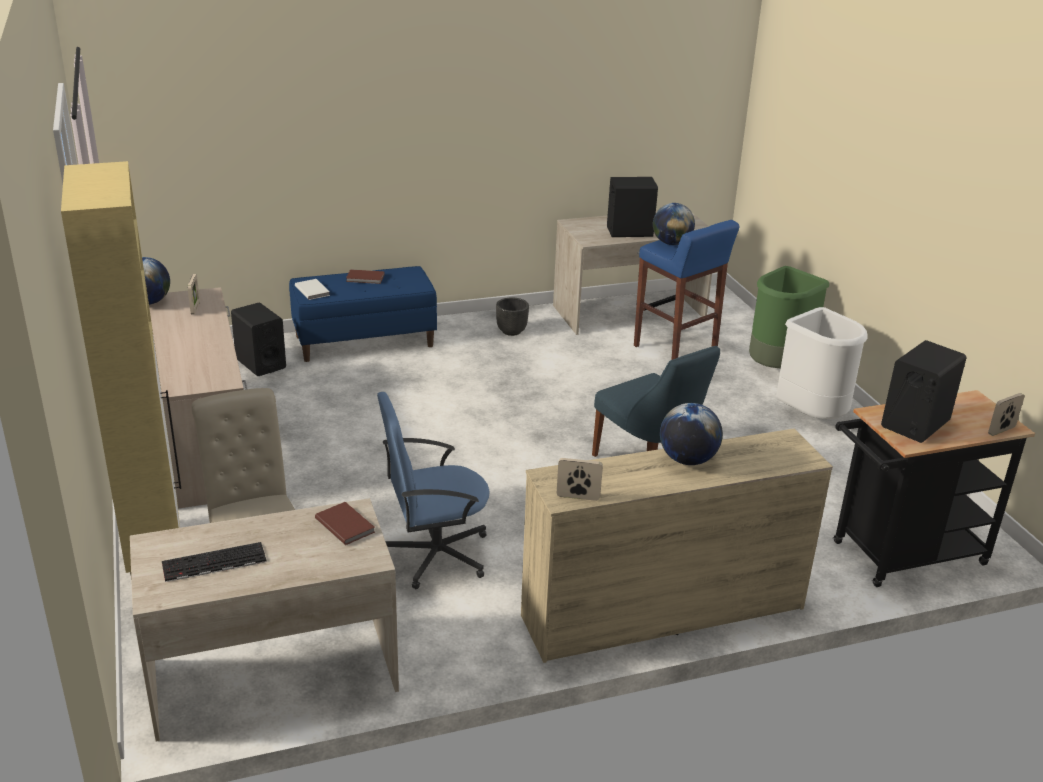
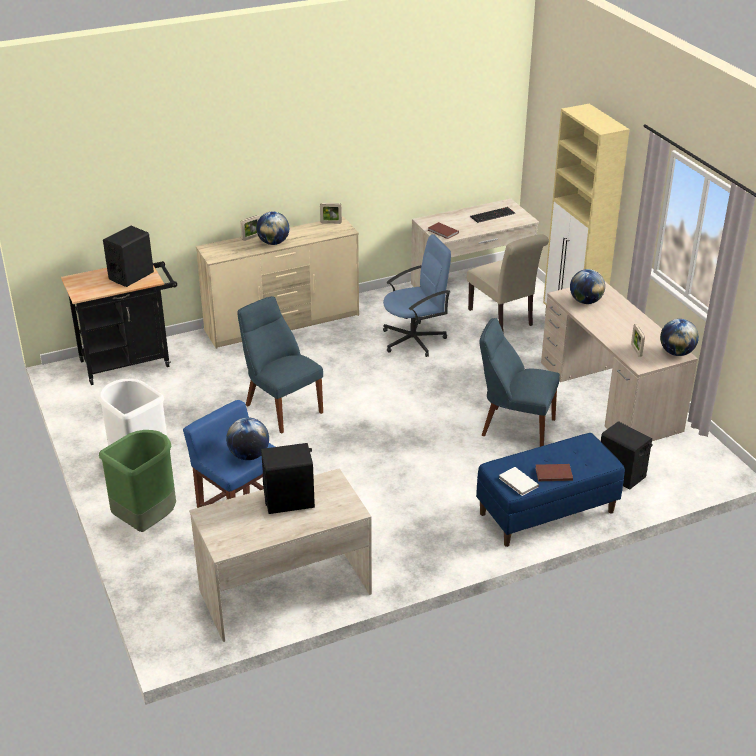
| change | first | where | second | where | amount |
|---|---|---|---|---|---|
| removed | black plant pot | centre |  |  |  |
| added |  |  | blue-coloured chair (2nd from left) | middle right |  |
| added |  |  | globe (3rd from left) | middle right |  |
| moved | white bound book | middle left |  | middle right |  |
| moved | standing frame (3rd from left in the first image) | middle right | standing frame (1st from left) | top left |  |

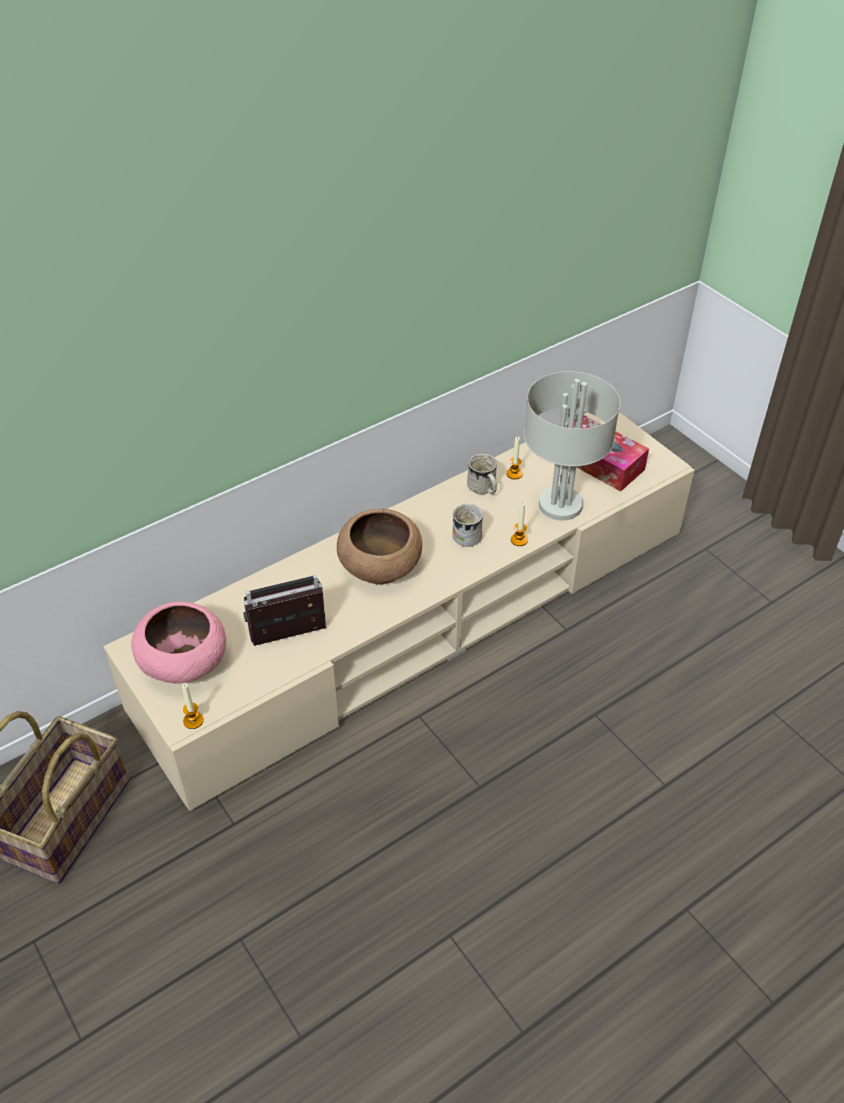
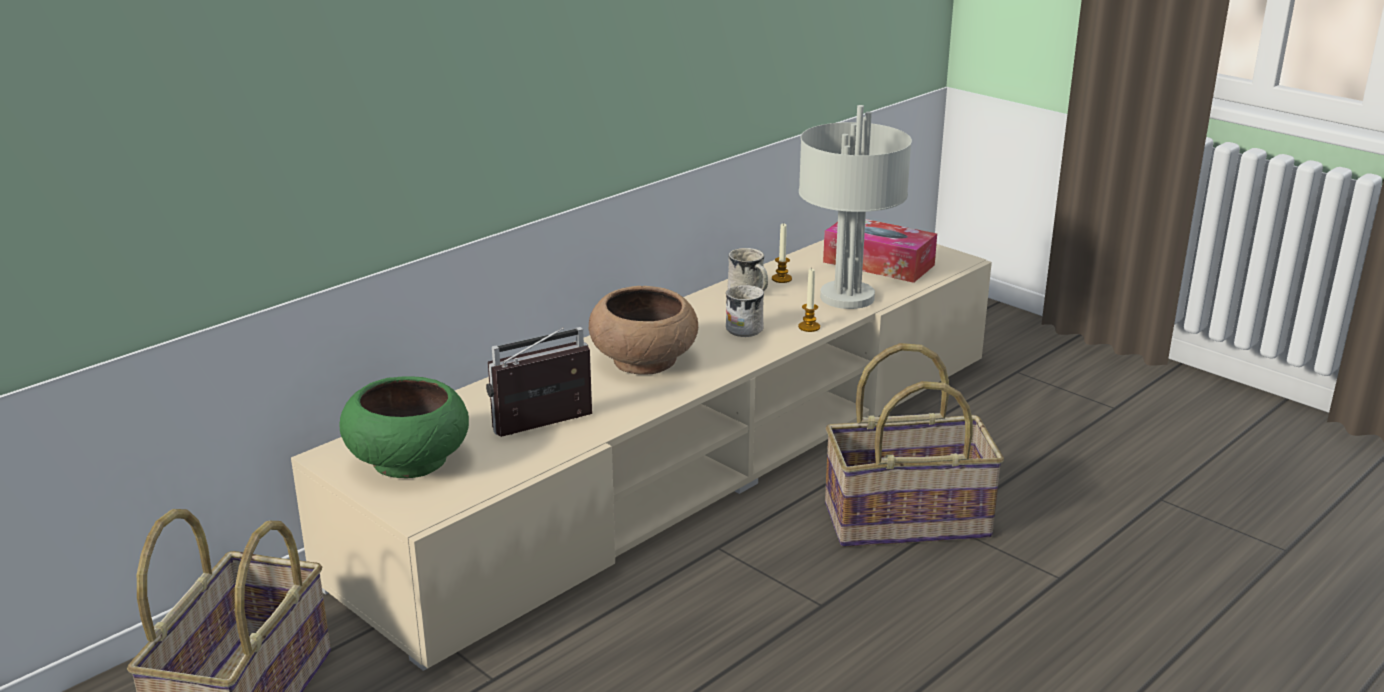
| change | first | where | second | where | amount |
|---|---|---|---|---|---|
| removed | candle (1st from left) | middle left |  |  |  |
| added |  |  | household basket (2nd from left) | centre |  |
| recoloured | pinkish serving bowl | middle left | greenish serving bowl | middle left |  |

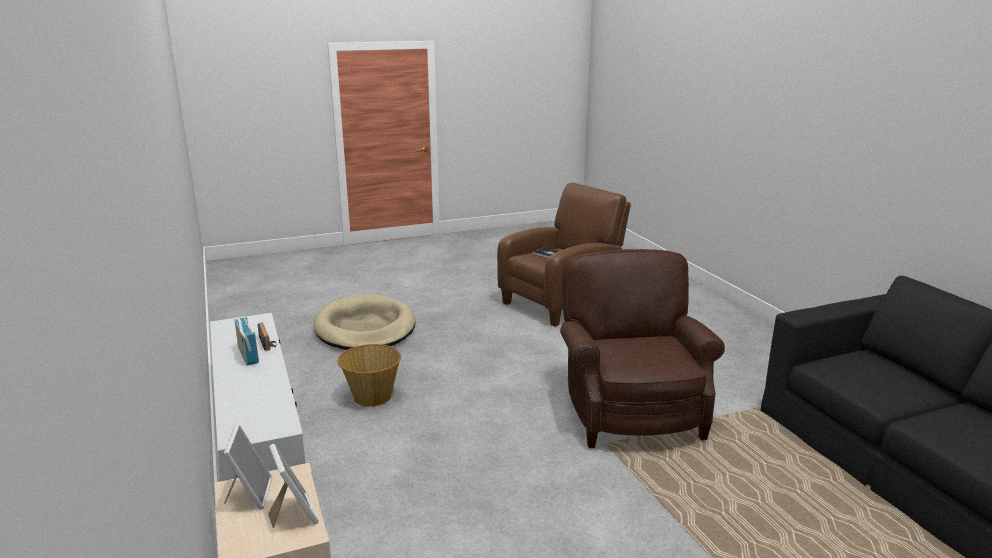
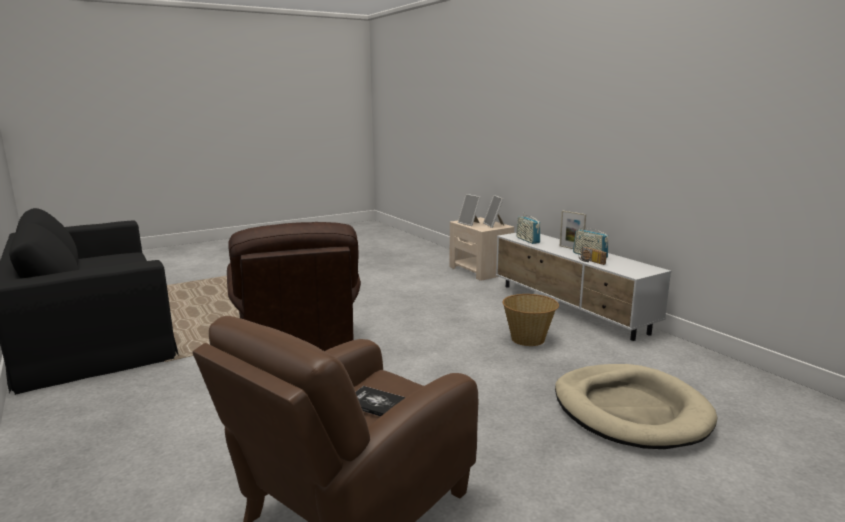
| change | first | where | second | where | amount |
|---|---|---|---|---|---|
| added |  |  | radio receiver (1st from left) | centre |  |
| added |  |  | standing frame (3rd from left) | middle right |  |

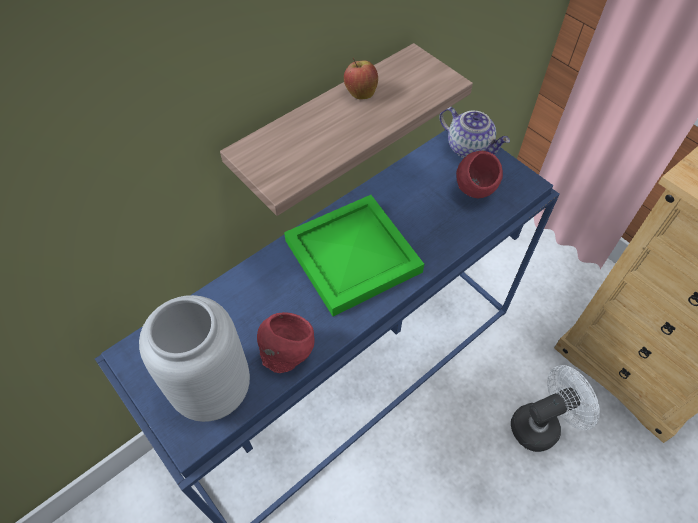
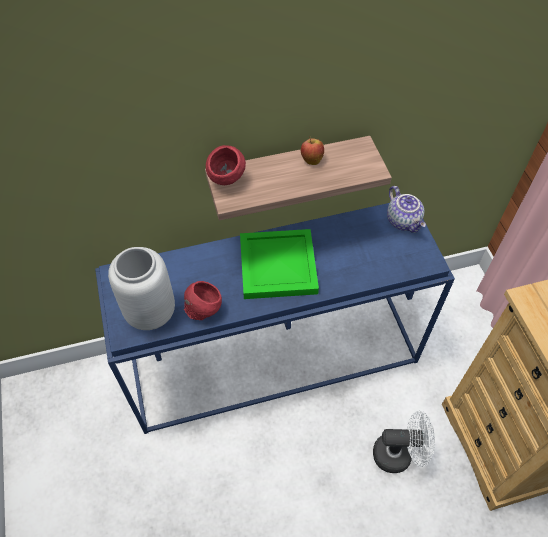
| change | first | where | second | where | amount |
|---|---|---|---|---|---|
| moved | red serving bowl (2nd from left) | top right |  | top centre |  |

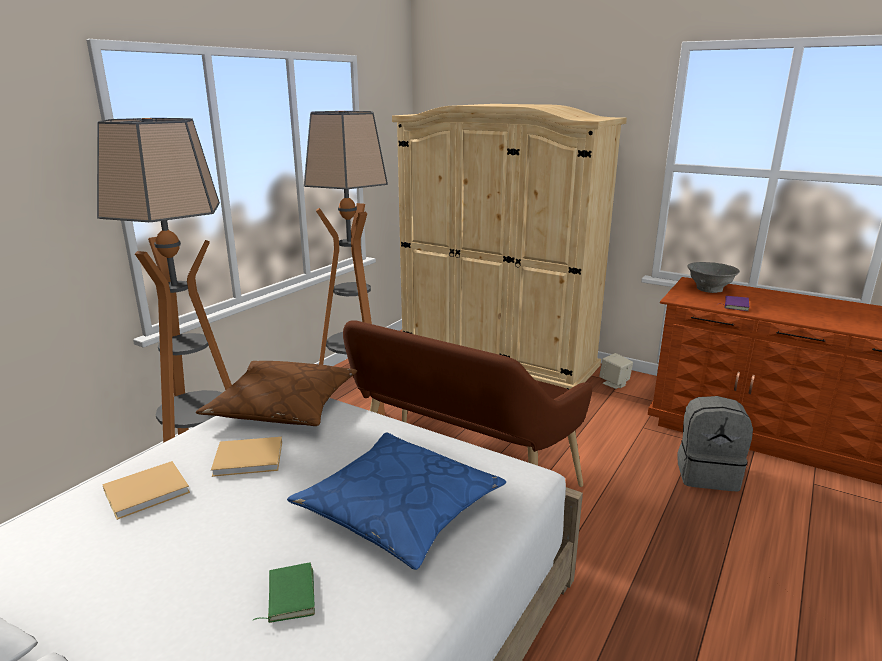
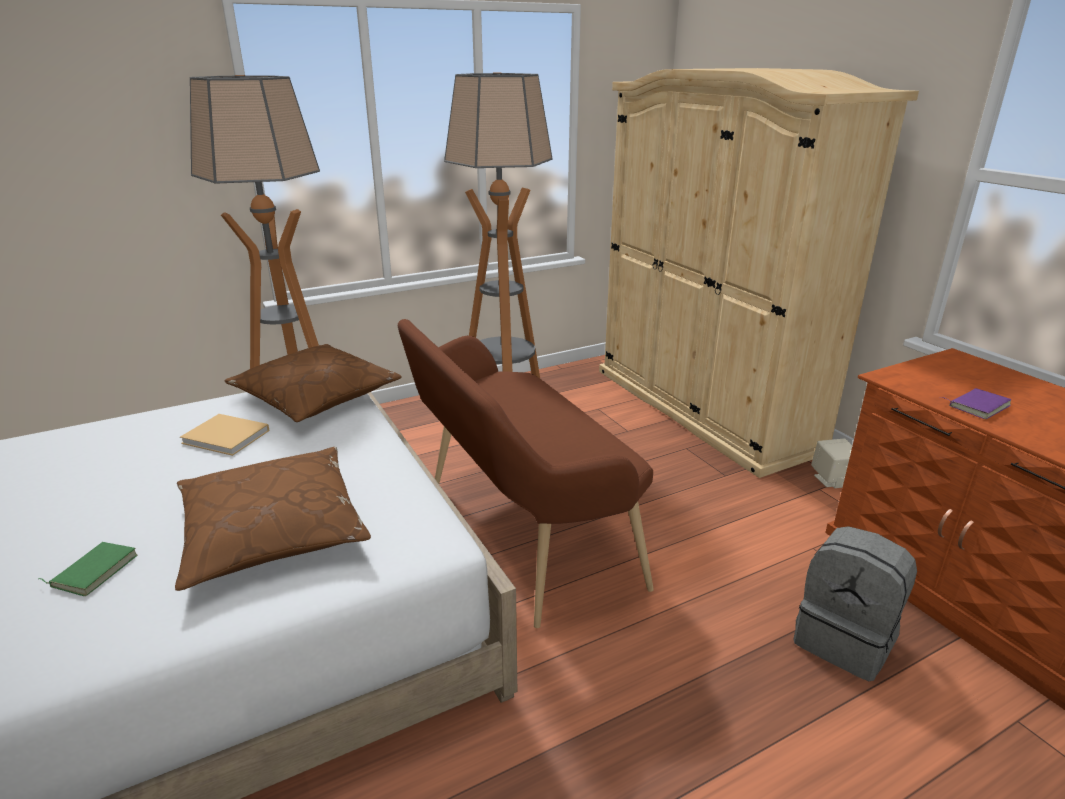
| change | first | where | second | where | amount |
|---|---|---|---|---|---|
| removed | beige bound book (1st from left) | bottom left |  |  |  |
| removed | grey serving bowl | middle right |  |  |  |
| recoloured | blue-coloured cushion | bottom centre | brown cushion (1st from left) | middle left |  |

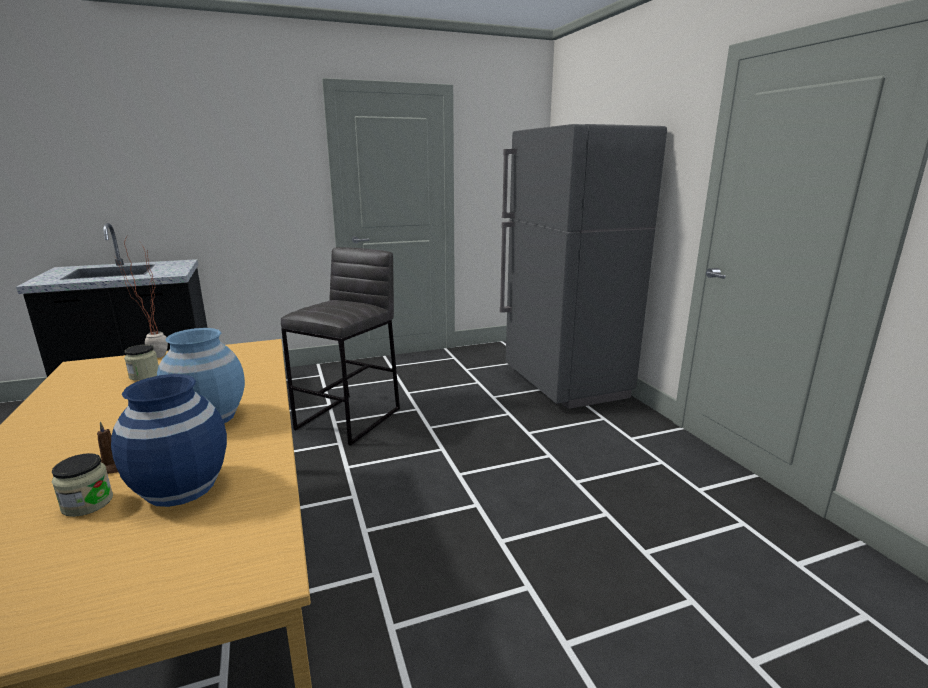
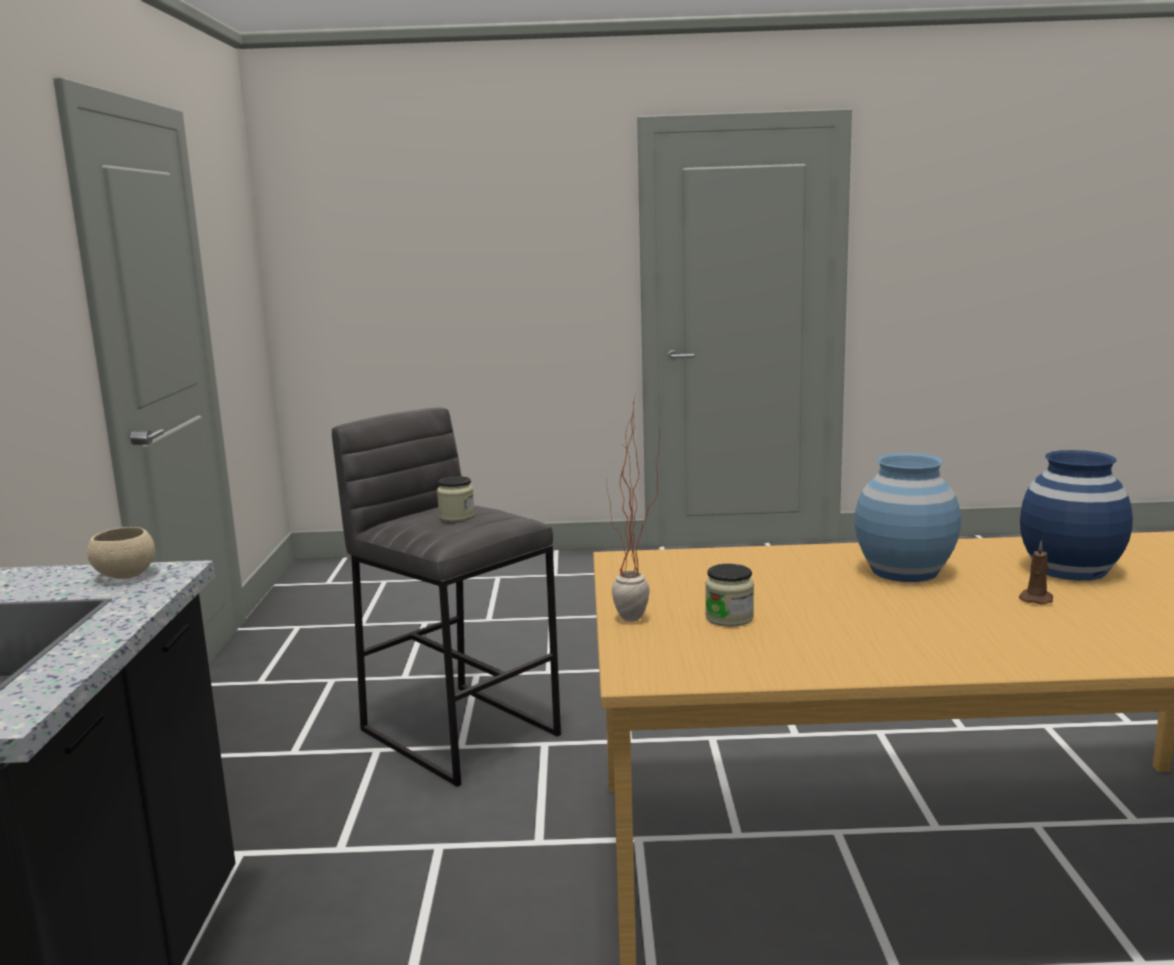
| change | first | where | second | where | amount |
|---|---|---|---|---|---|
| removed | grey fridge | centre |  |  |  |
| added |  |  | beige serving bowl | middle left |  |
| moved | preserve jar (1st from left) | bottom left |  | centre |  |

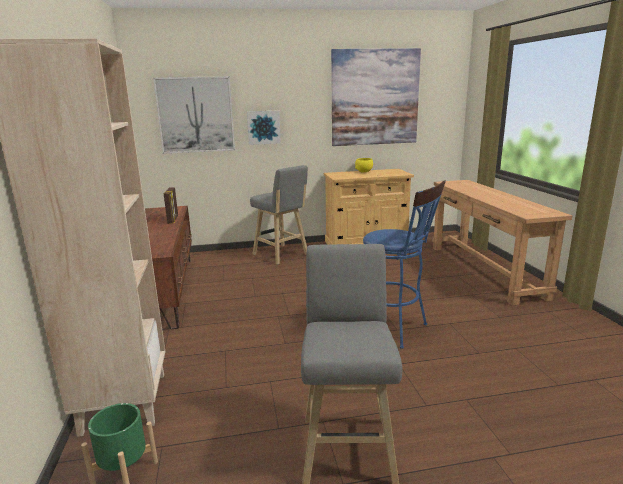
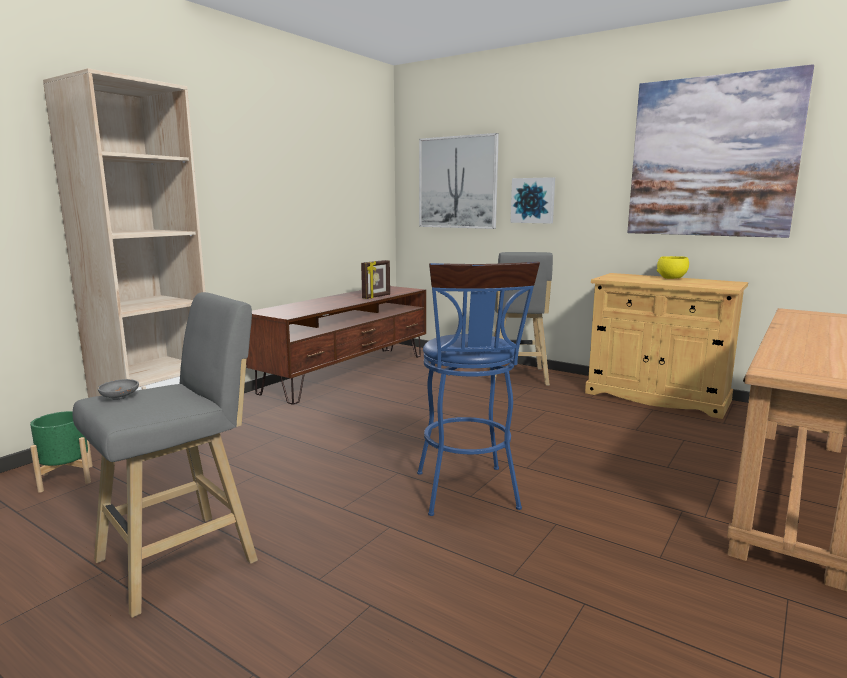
| change | first | where | second | where | amount |
|---|---|---|---|---|---|
| added |  |  | grey serving bowl | middle left |  |

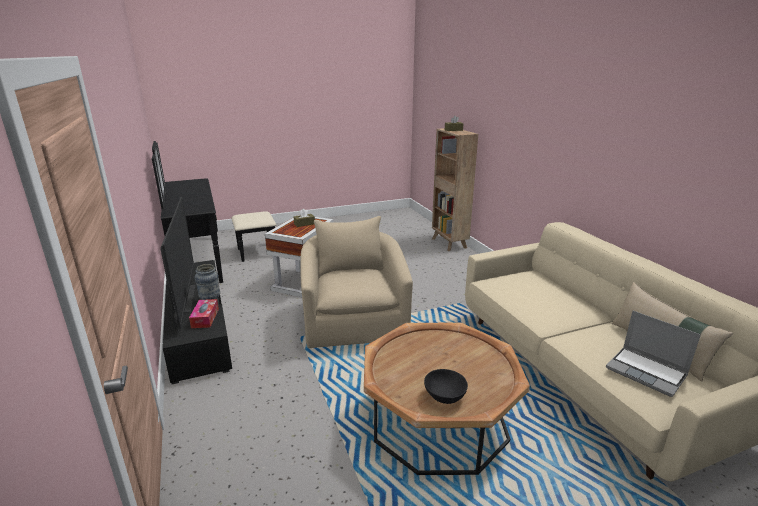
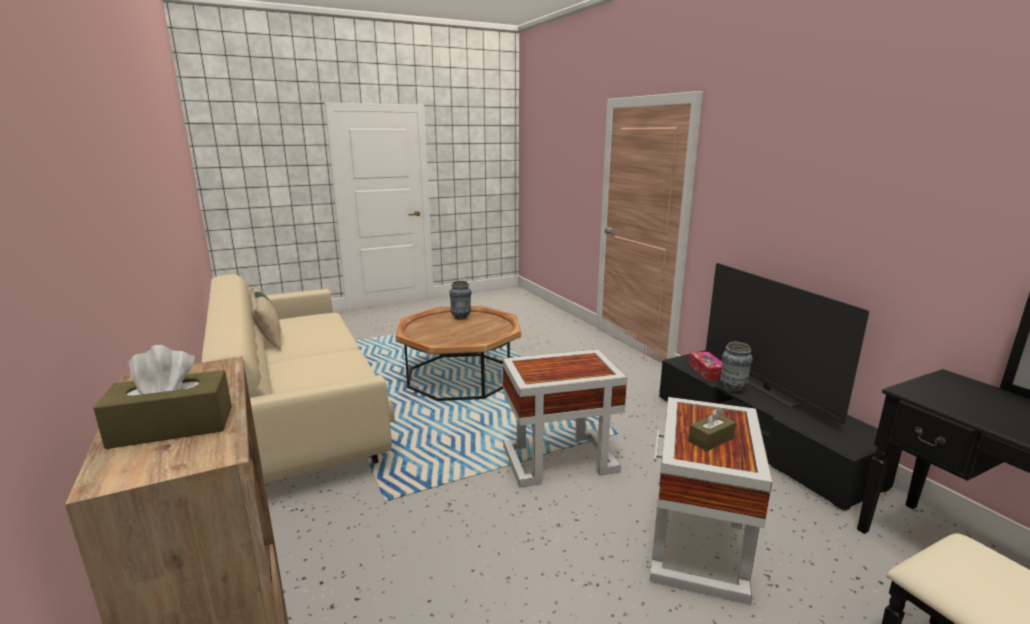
| change | first | where | second | where | amount |
|---|---|---|---|---|---|
| removed | portable computer | bottom right |  |  |  |
| replaced | beige lounge chair | centre | white end table (1st from left) | bottom centre |  |
| replaced | black serving bowl | bottom centre | decorative vase (1st from left) | centre |  |

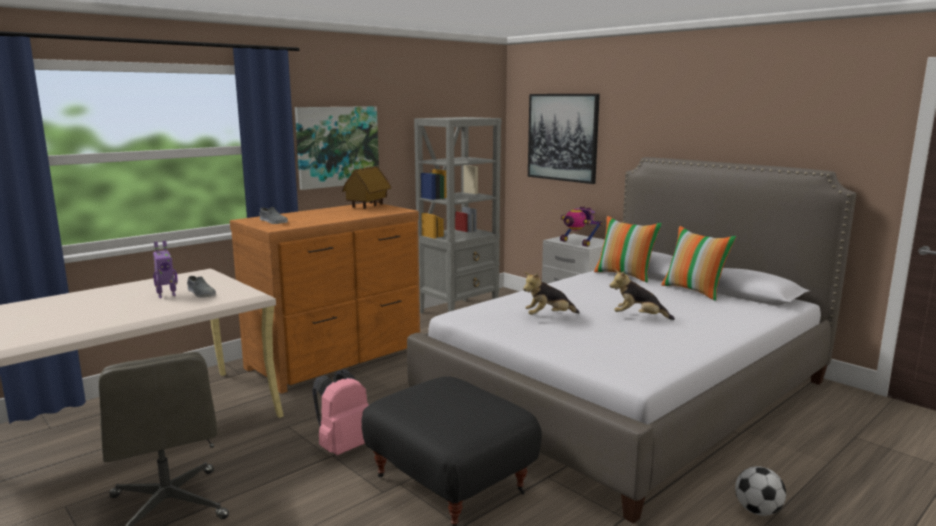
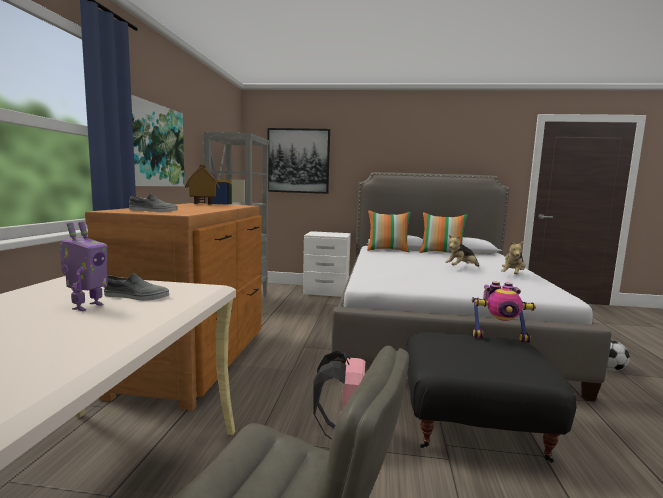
| change | first | where | second | where | amount |
|---|---|---|---|---|---|
| moved | cuddly toy (1st from left in the first image) | centre | cuddly toy (2nd from left) | middle right |  |
| moved | robot figure (2nd from left) | centre |  | middle right |  |

